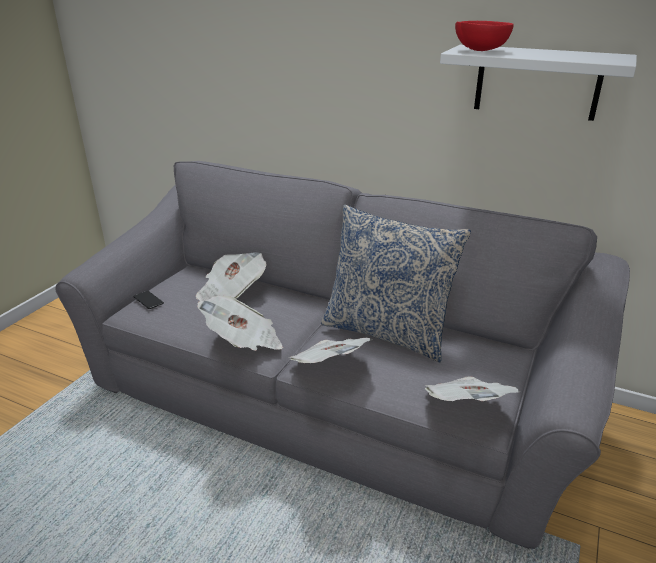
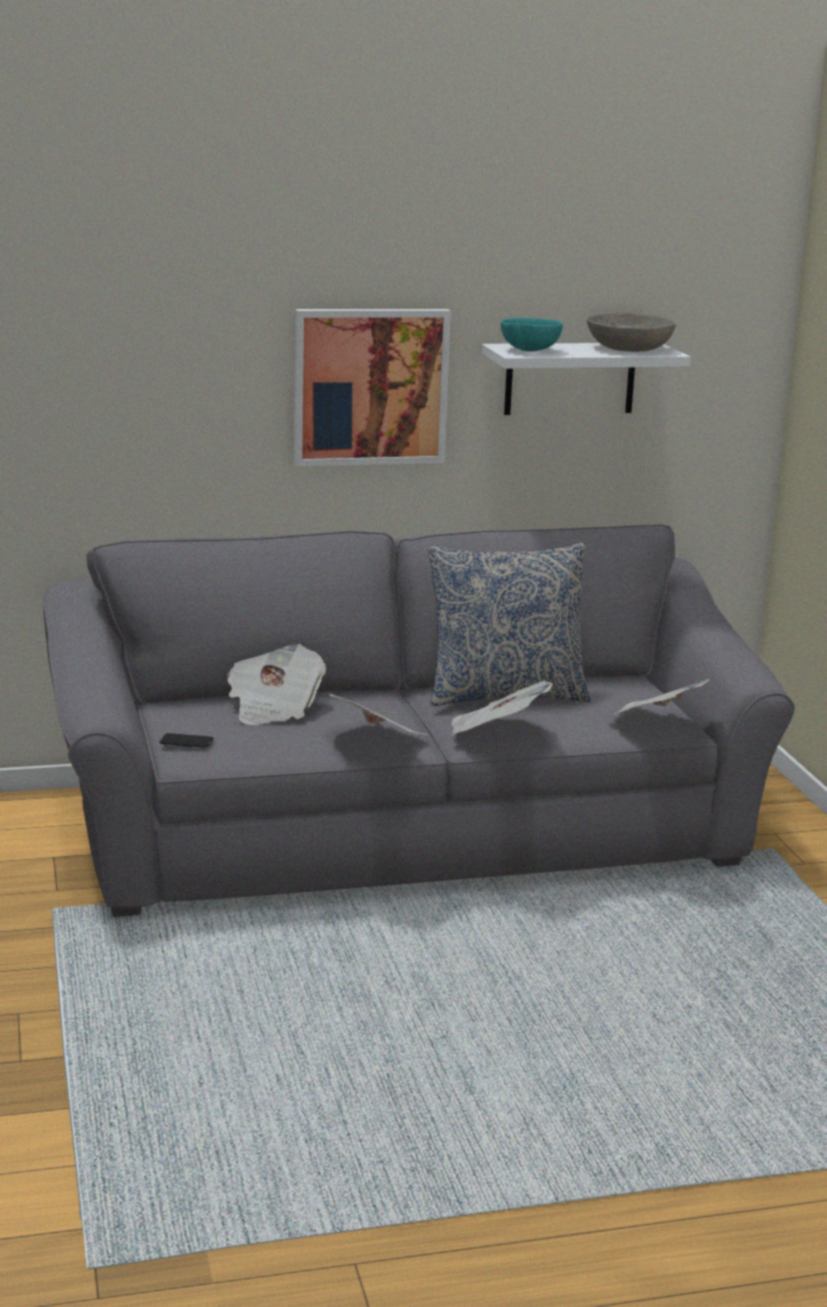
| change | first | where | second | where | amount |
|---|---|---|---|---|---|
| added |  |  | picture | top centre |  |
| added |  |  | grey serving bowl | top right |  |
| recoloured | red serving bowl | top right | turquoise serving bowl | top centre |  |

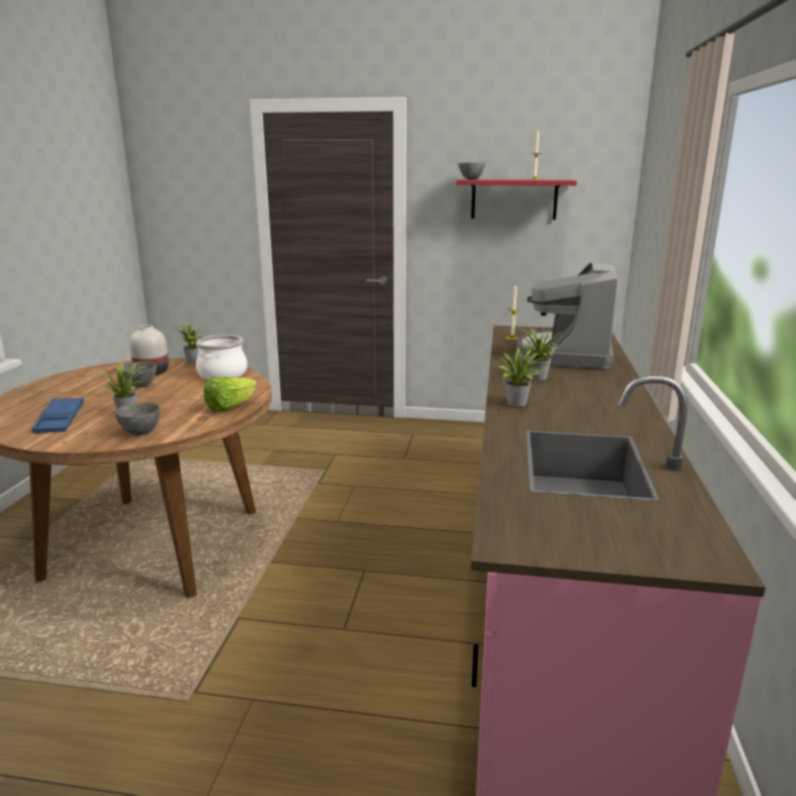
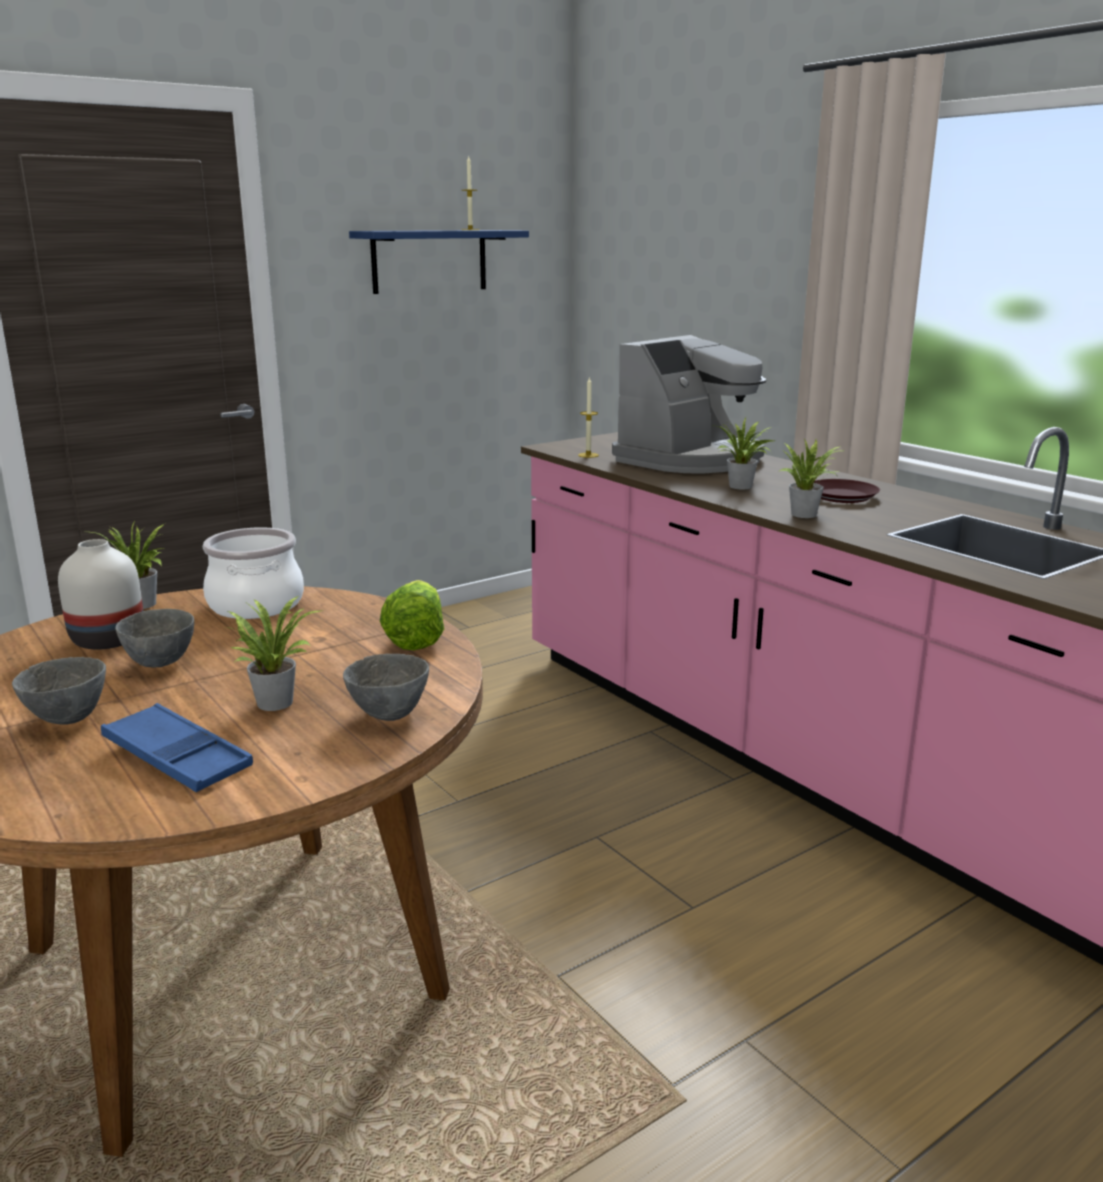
| change | first | where | second | where | amount |
|---|---|---|---|---|---|
| added |  |  | brown dinner plate | middle right |  |
| moved | grey serving bowl (3rd from left in the first image) | top centre | grey serving bowl (1st from left) | middle left |  |
| recoloured | red shelf | top centre | blue-coloured shelf | top centre |  |
| turned | coffee maker | middle right |  | centre | 105 degrees counterclockwise |

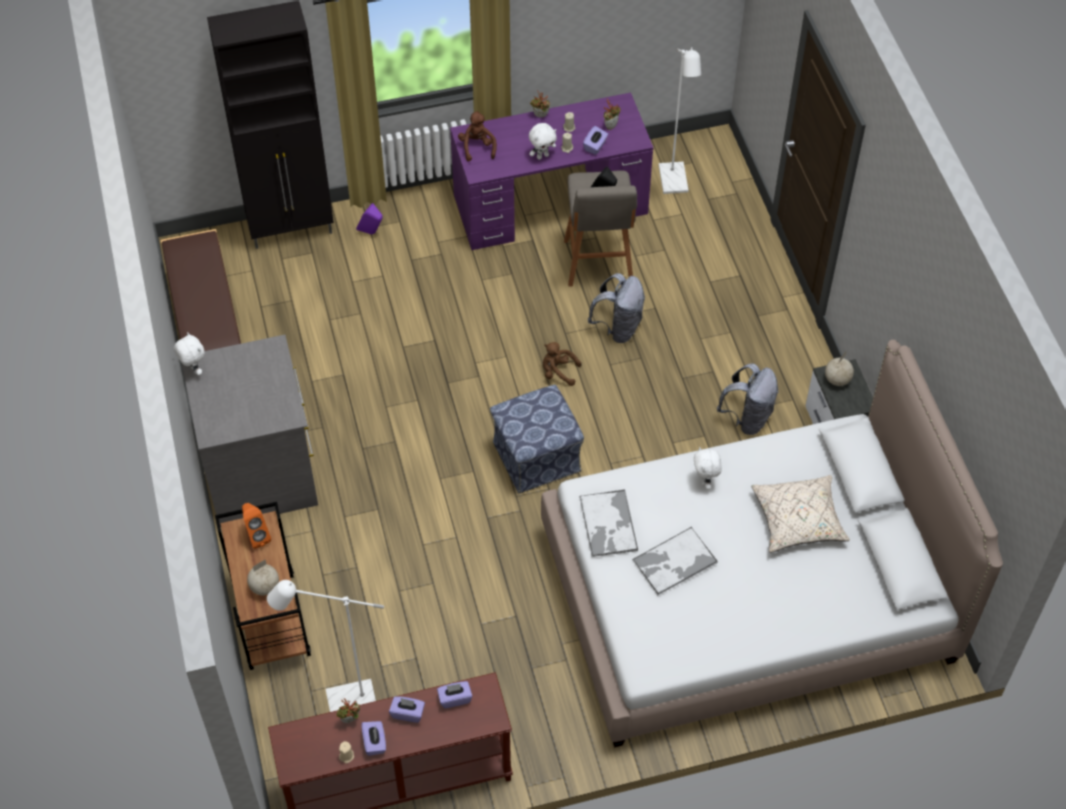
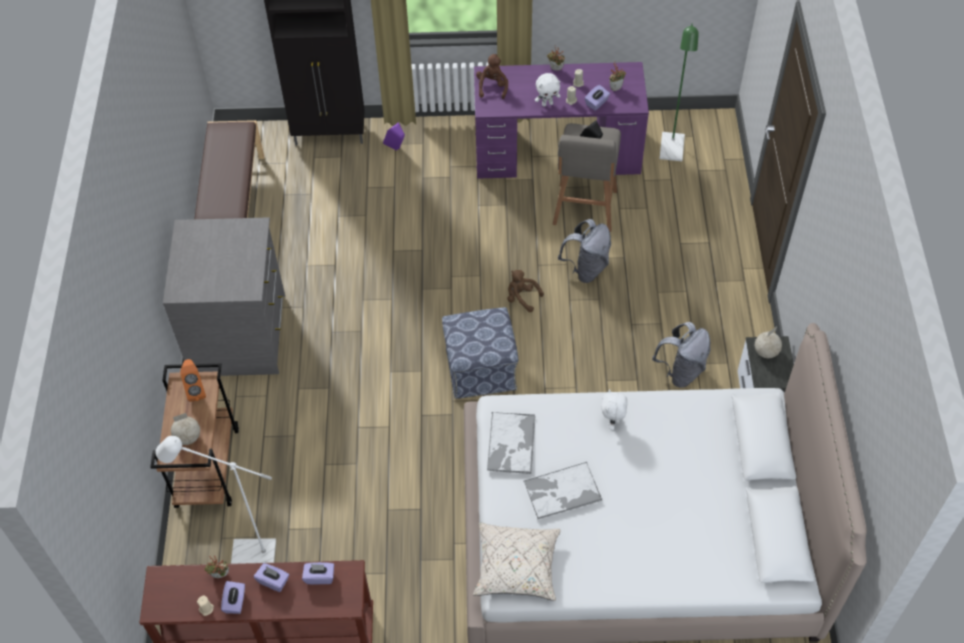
| change | first | where | second | where | amount |
|---|---|---|---|---|---|
| removed | white cuddly toy (1st from left) | middle left |  |  |  |
| moved | beige cushion | middle right |  | bottom centre |  |
| recoloured | white standard lamp (2nd from left) | top centre | greenish standard lamp | top right |  |

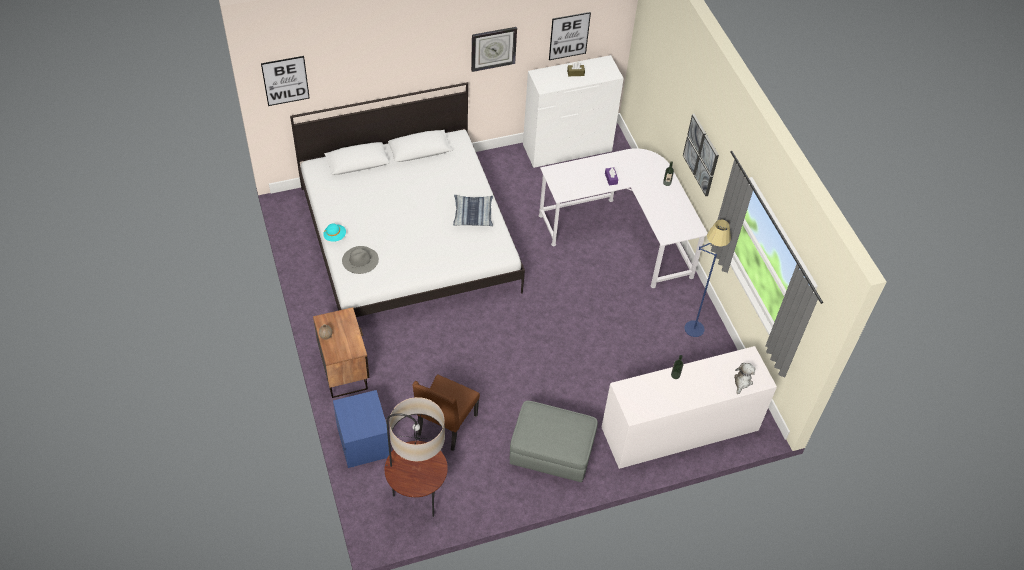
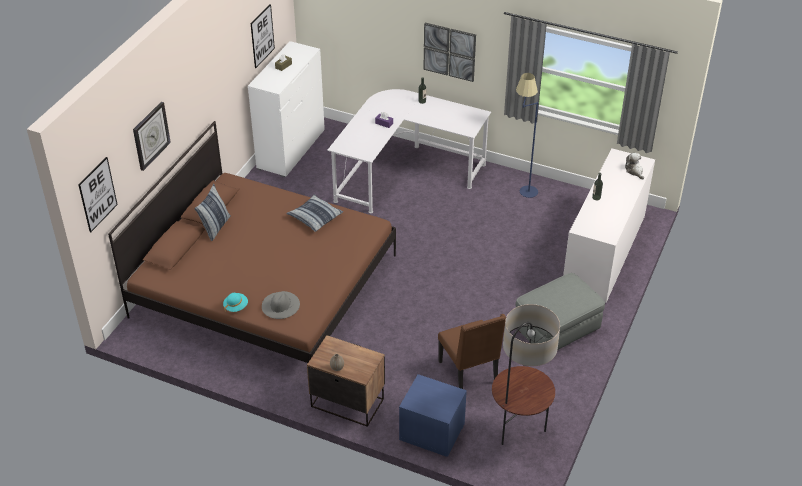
| change | first | where | second | where | amount |
|---|---|---|---|---|---|
| added |  |  | cushion (1st from left) | middle left |  |
| moved | clock on the wall | top centre |  | top left |  |
| recoloured | white sleeping bed | centre | brown sleeping bed | middle left |  |

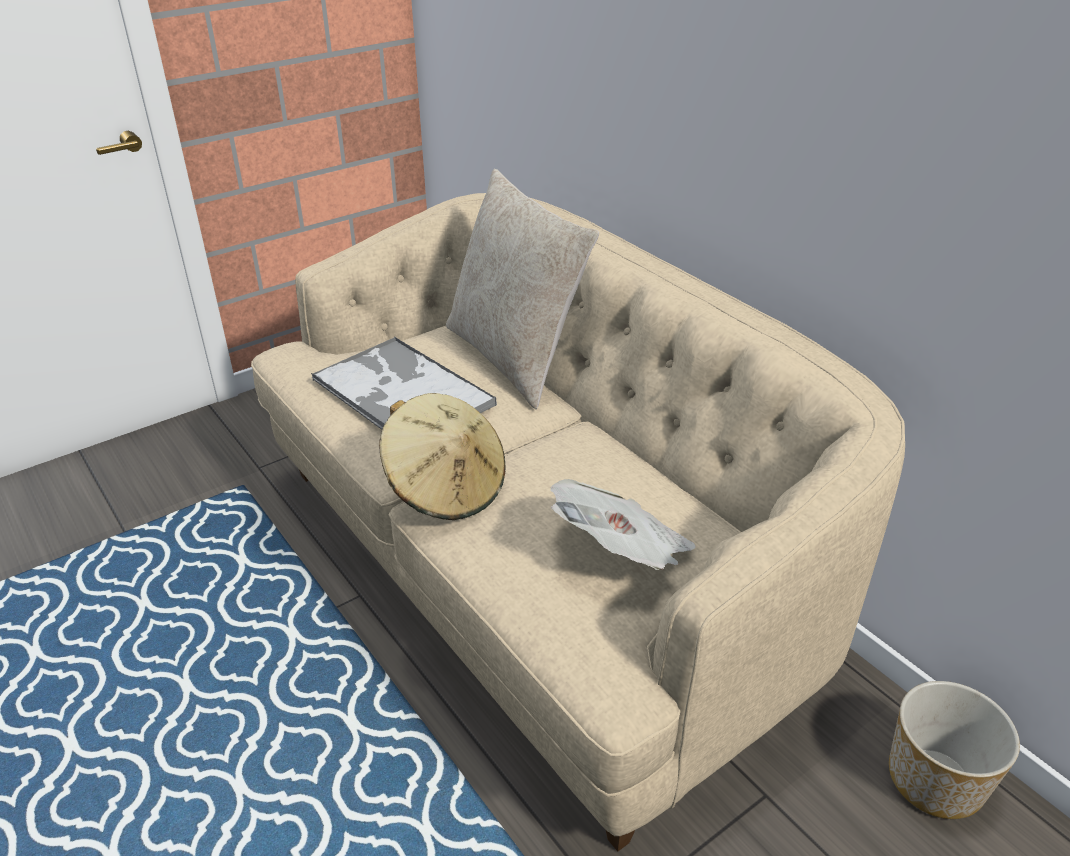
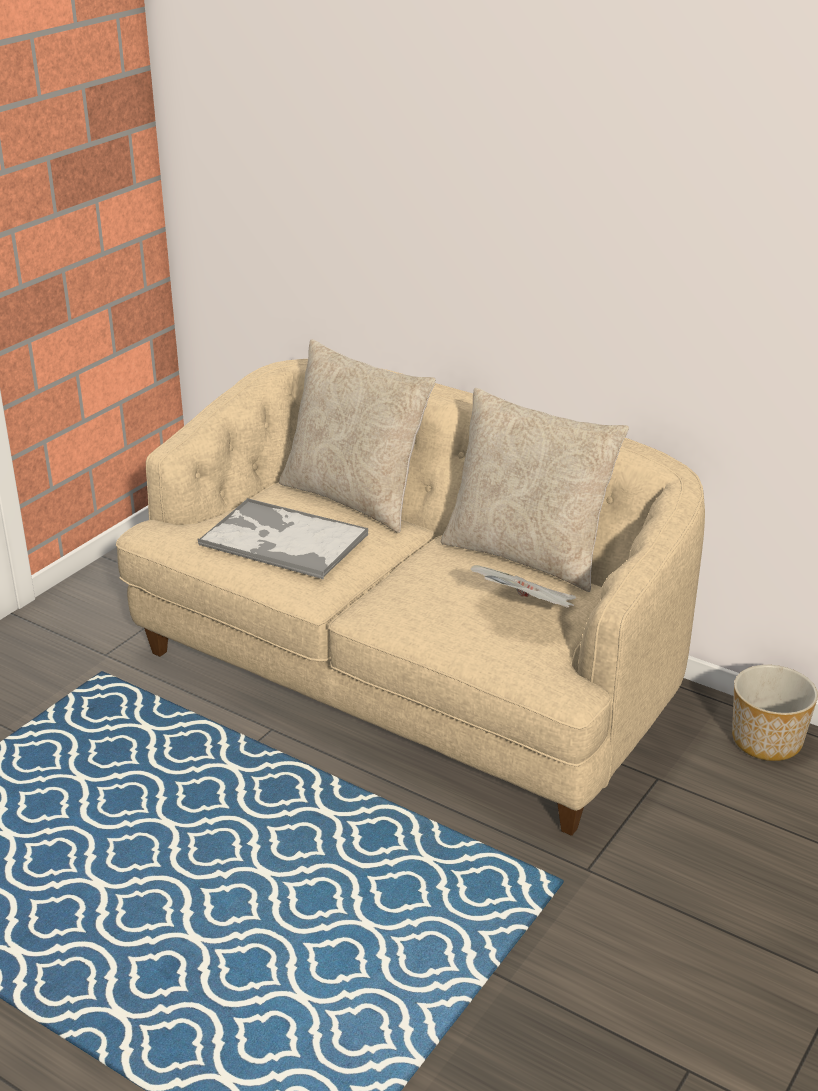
| change | first | where | second | where | amount |
|---|---|---|---|---|---|
| removed | beige hat | centre |  |  |  |
| added |  |  | beige cushion (2nd from left) | centre |  |

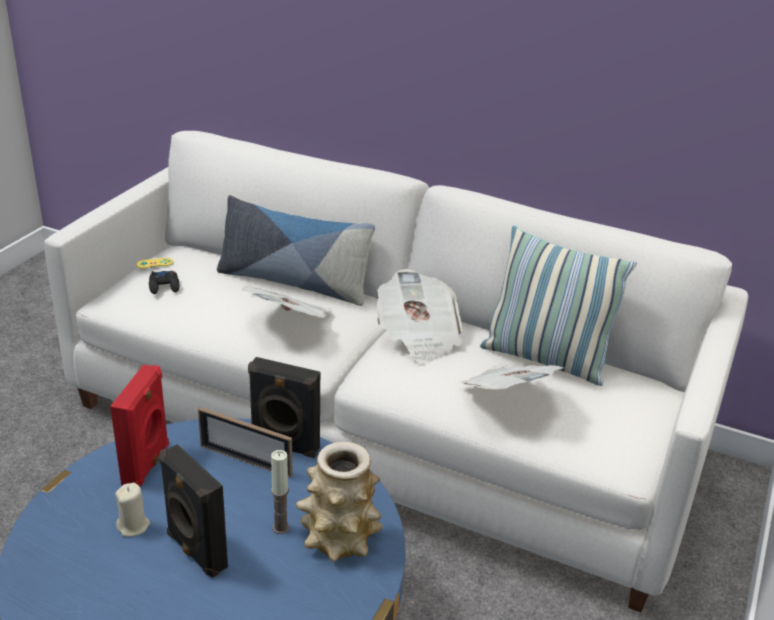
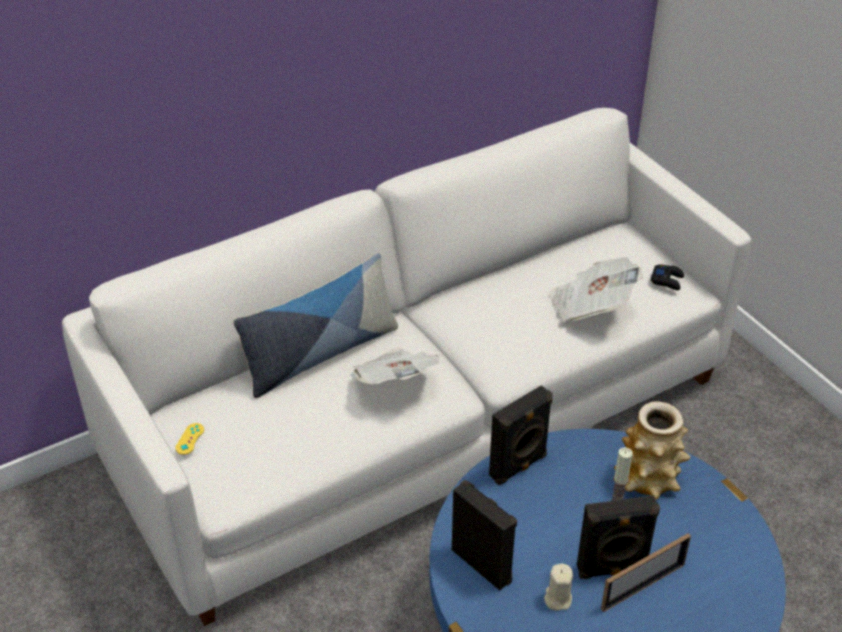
| change | first | where | second | where | amount |
|---|---|---|---|---|---|
| removed | daily paper (2nd from left) | centre |  |  |  |
| removed | cushion (2nd from left) | middle right |  |  |  |
| moved | black gamepad | middle left |  | middle right |  |
| moved | standing frame | bottom left |  | bottom right |  |
| recoloured | red audio speaker | bottom left | black audio speaker (1st from left) | bottom centre |  |

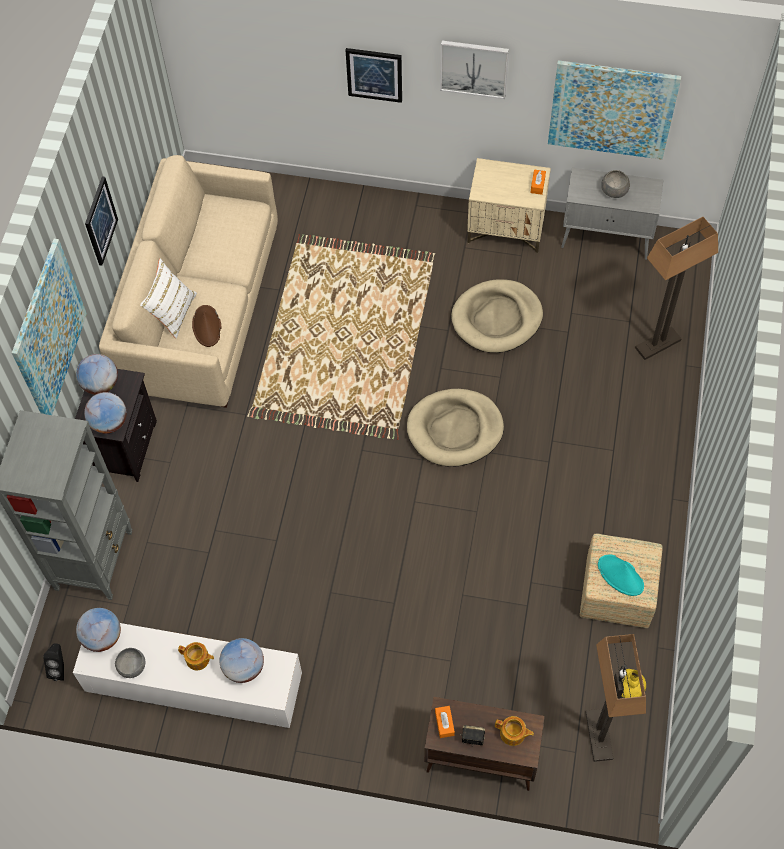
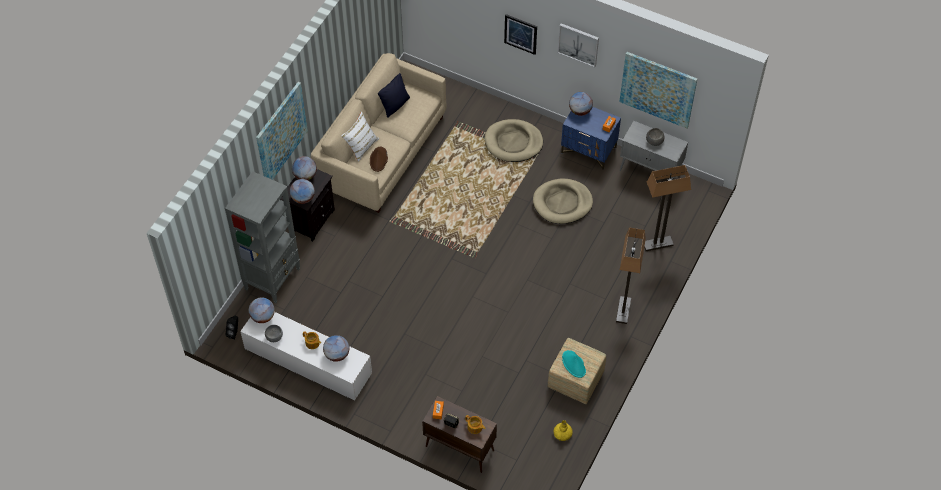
| change | first | where | second | where | amount |
|---|---|---|---|---|---|
| removed | picture (2nd from left) | top left |  |  |  |
| added |  |  | black cushion | top centre |  |
| added |  |  | globe (5th from left) | top centre |  |
| moved | beige dog cushion (1st from left) | centre |  | top centre |  |
| moved | standard lamp (1st from left) | bottom right |  | middle right |  |
| recoloured | beige night table | top centre | blue-coloured night table | top centre |  |

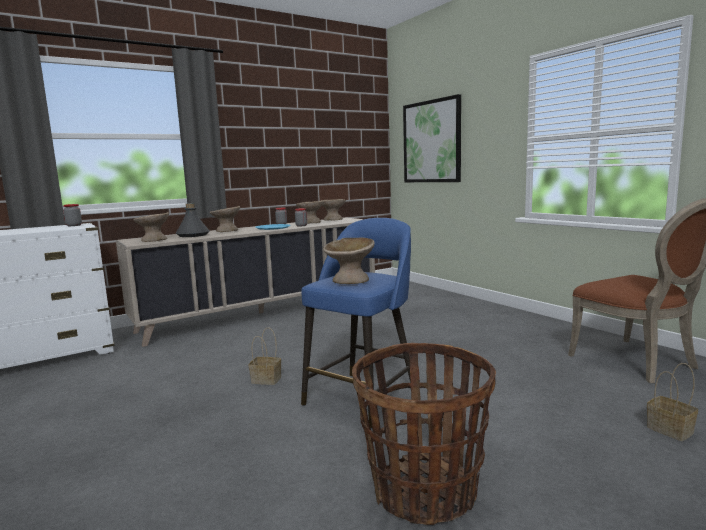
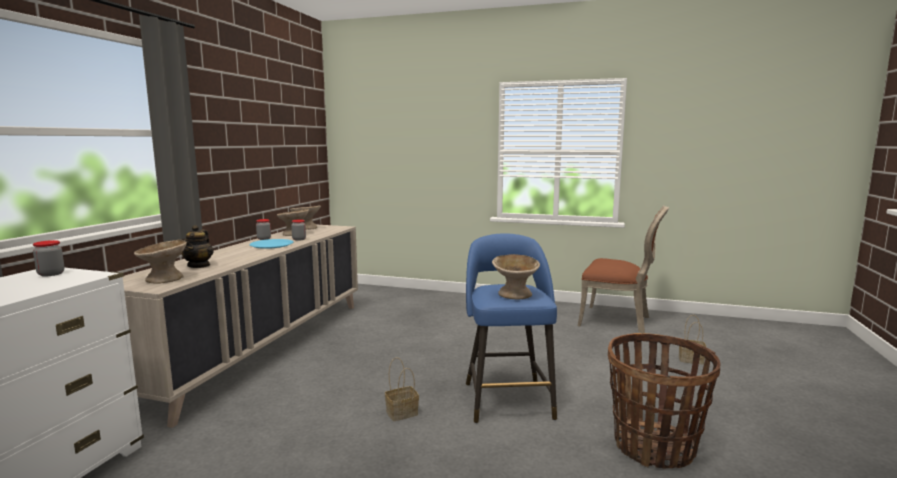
| change | first | where | second | where | amount |
|---|---|---|---|---|---|
| removed | beige serving bowl (2nd from left) | middle left |  |  |  |
| removed | picture | top centre |  |  |  |
| replaced | grey drink bottle | middle left | pot for tea | middle left |  |

